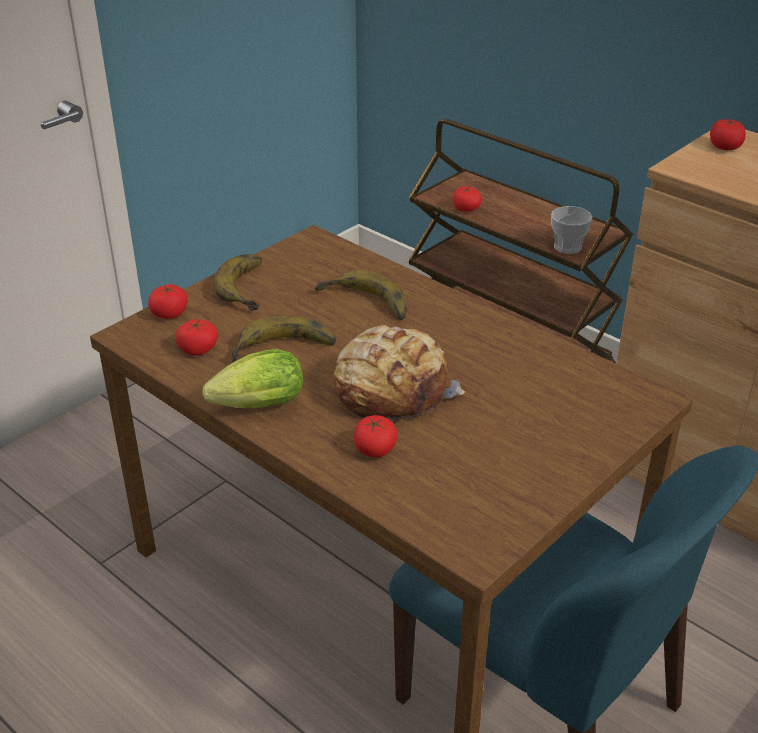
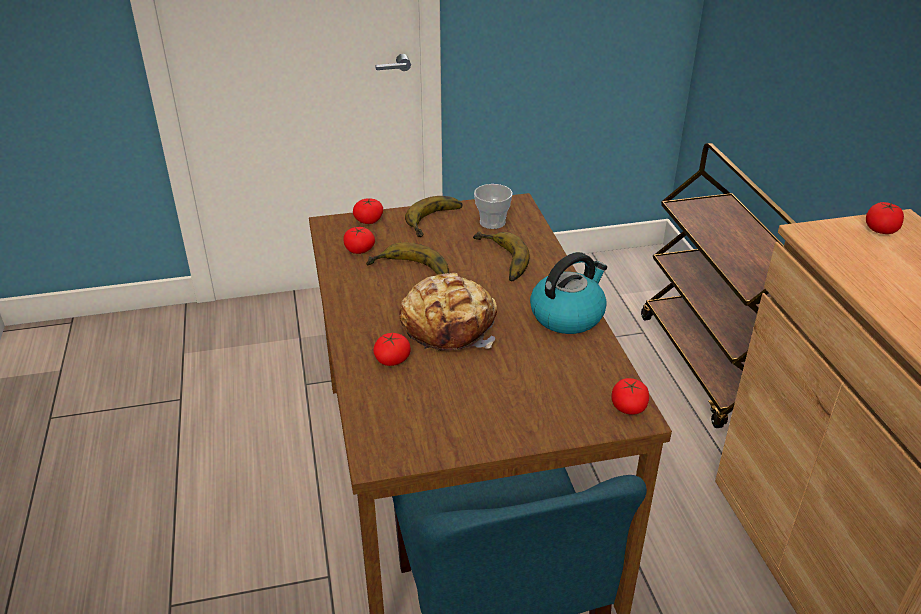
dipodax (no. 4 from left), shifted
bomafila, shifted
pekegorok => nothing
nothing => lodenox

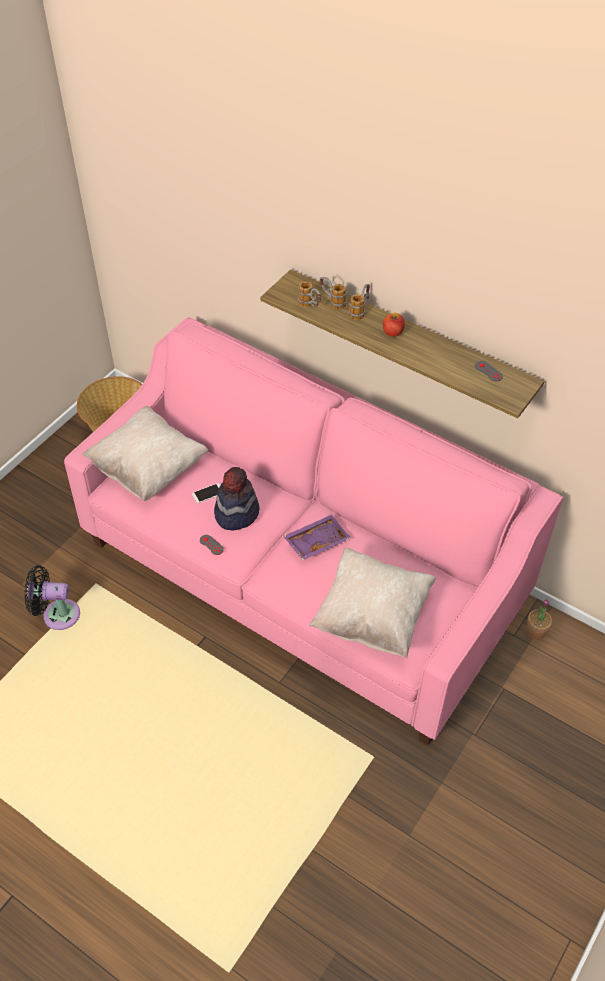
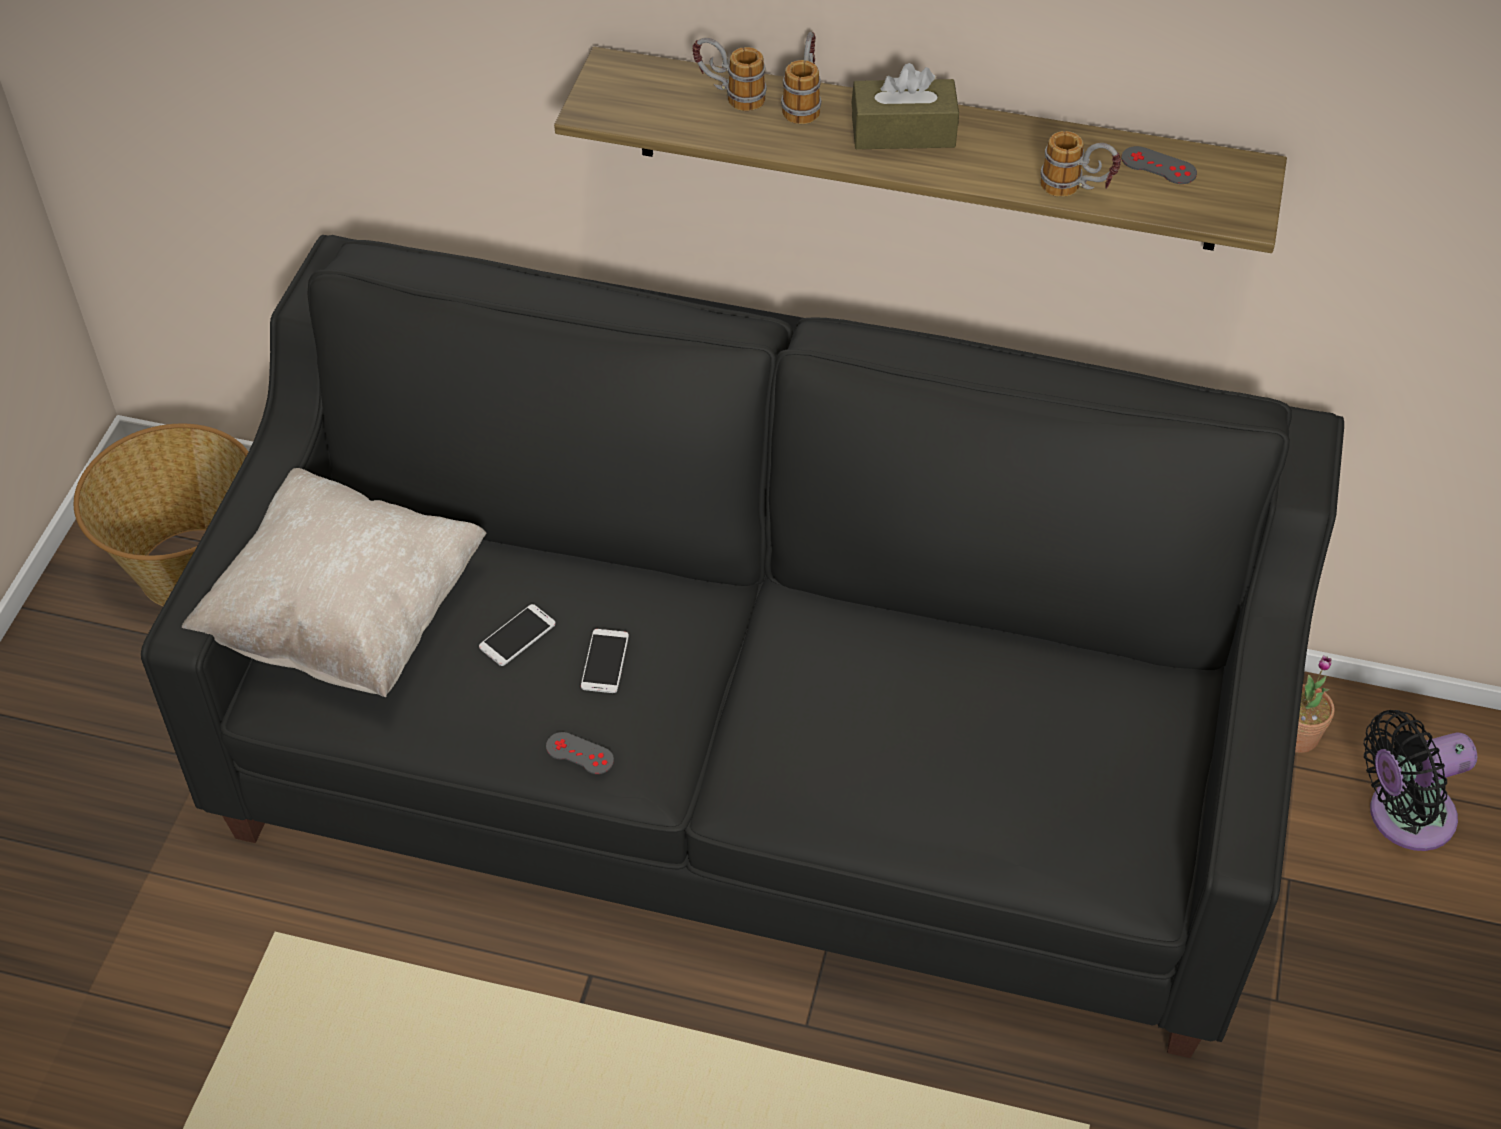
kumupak (no. 1 from left in the first image) => kumupak (no. 3 from left), shifted
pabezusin => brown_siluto
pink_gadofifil => black_gadofifil
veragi => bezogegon (no. 2 from left)
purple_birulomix => nothing
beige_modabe (no. 2 from left) => nothing
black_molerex, shifted

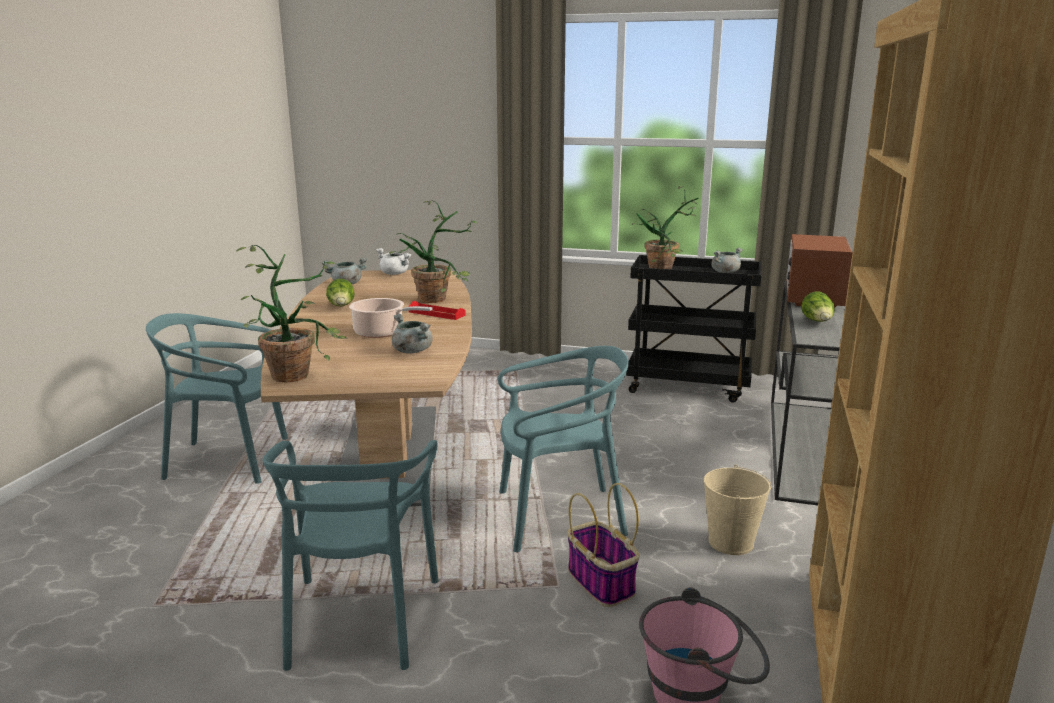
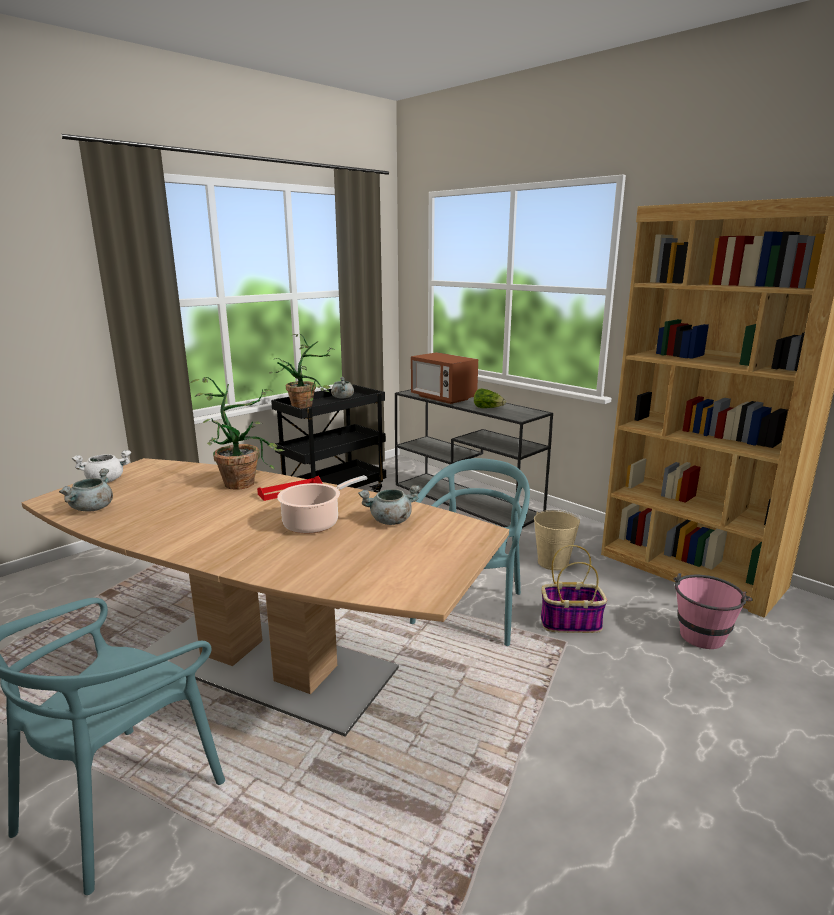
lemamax (no. 1 from left) => nothing
pekegorok (no. 1 from left) => nothing
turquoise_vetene (no. 2 from left) => nothing

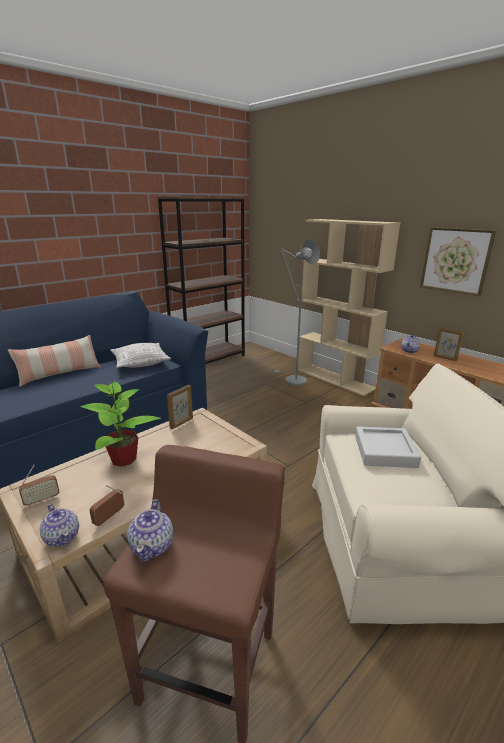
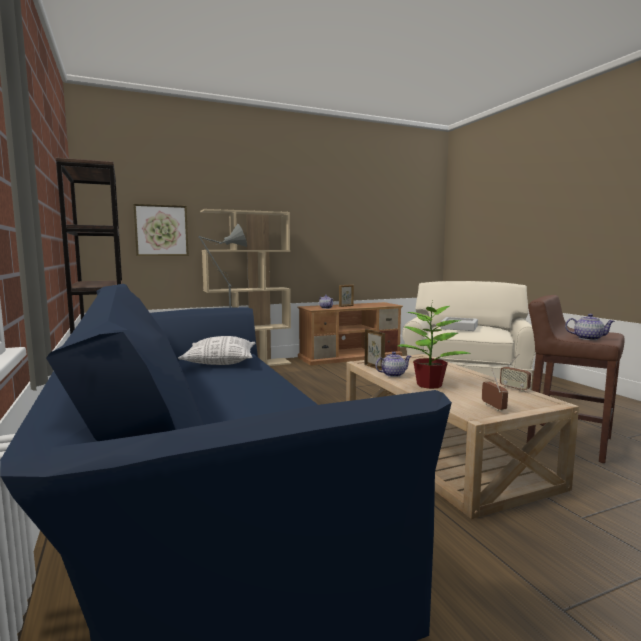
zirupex, shifted
modabe (no. 1 from left) => nothing
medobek (no. 1 from left in the first image) => medobek (no. 2 from left), shifted

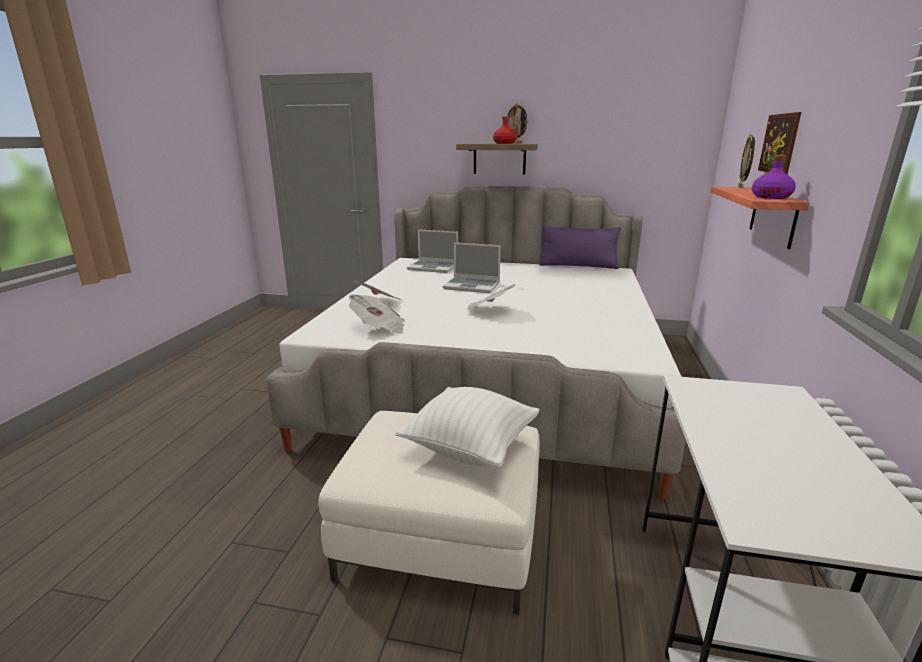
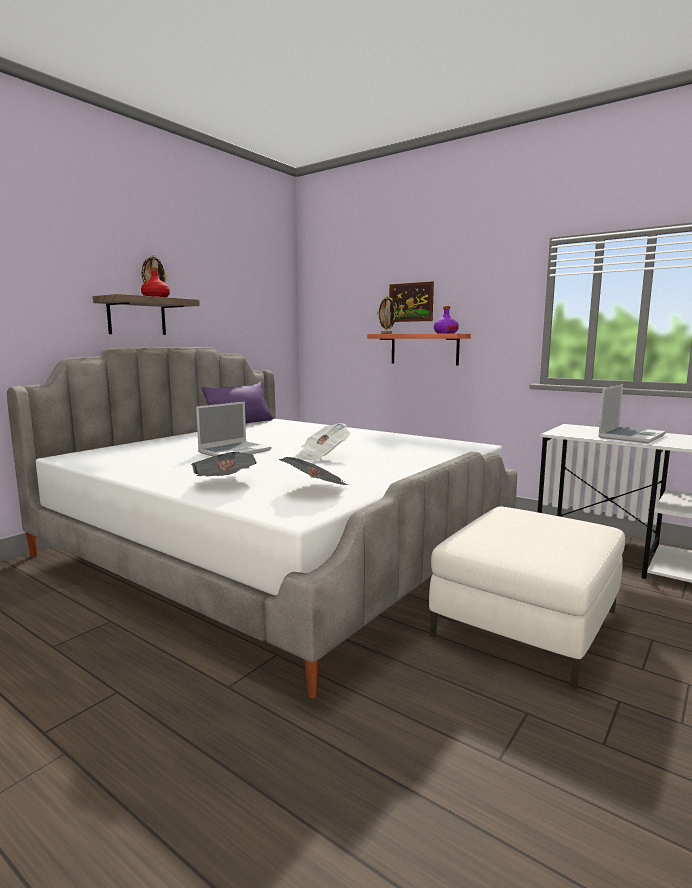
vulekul (no. 1 from left in the first image) => vulekul (no. 2 from left), shifted
white_modabe => nothing

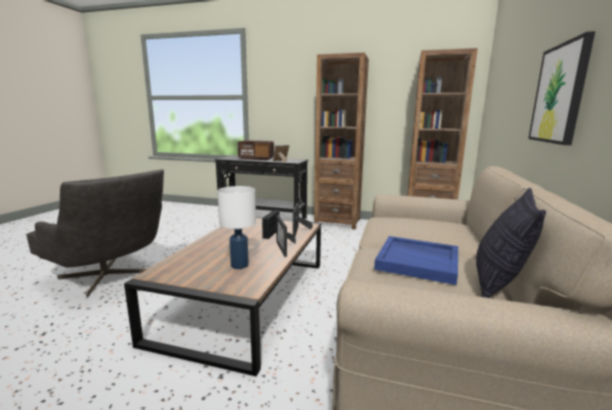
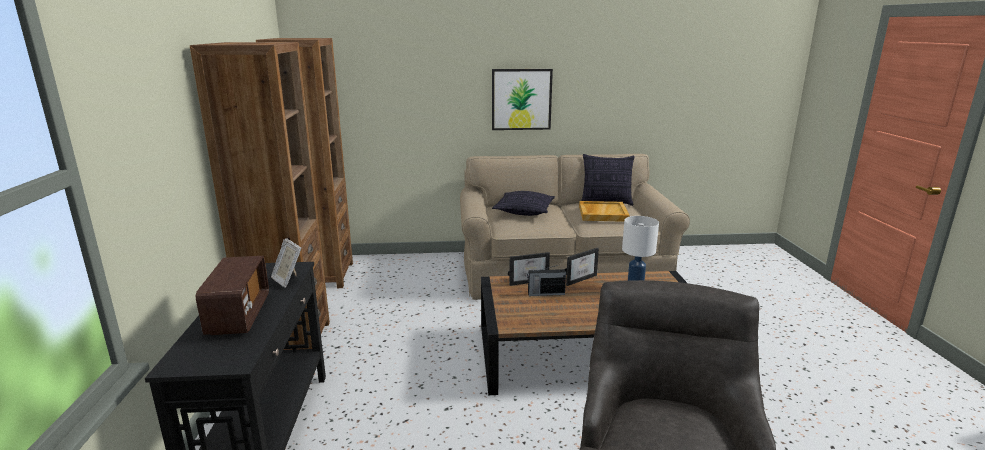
blue_birulomix => beige_birulomix
nothing => modabe (no. 1 from left)

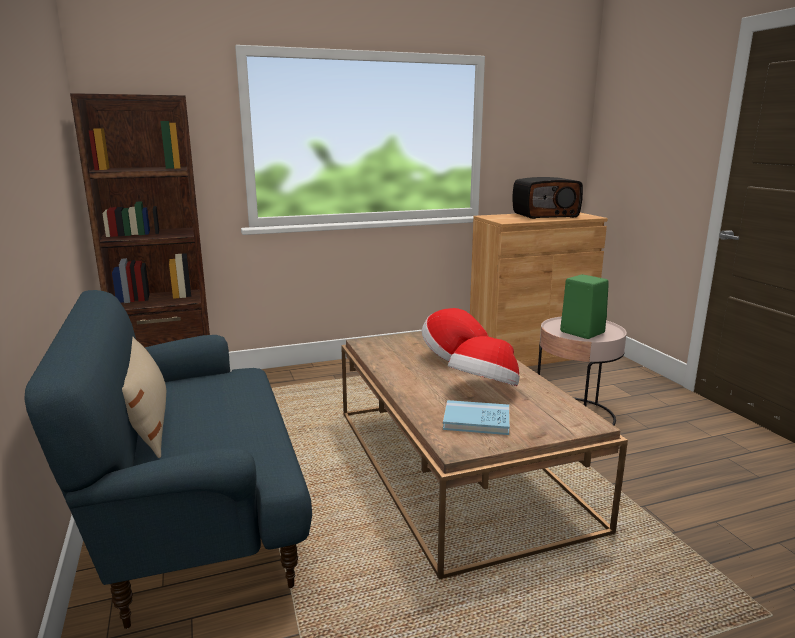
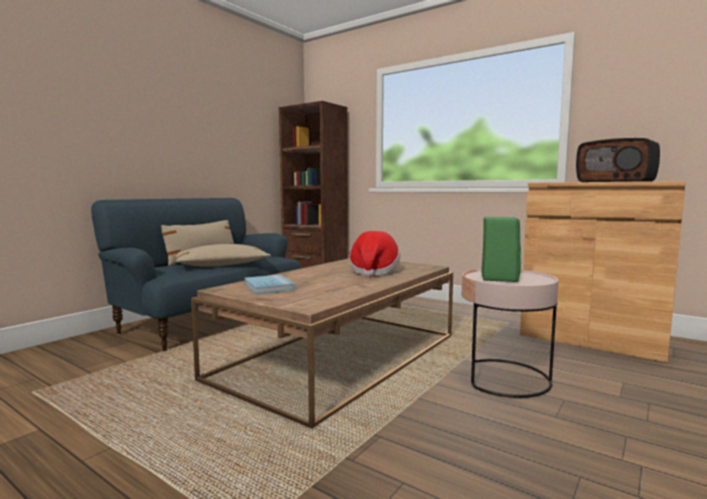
veragi (no. 2 from left) => nothing
nothing => beige_modabe (no. 2 from left)

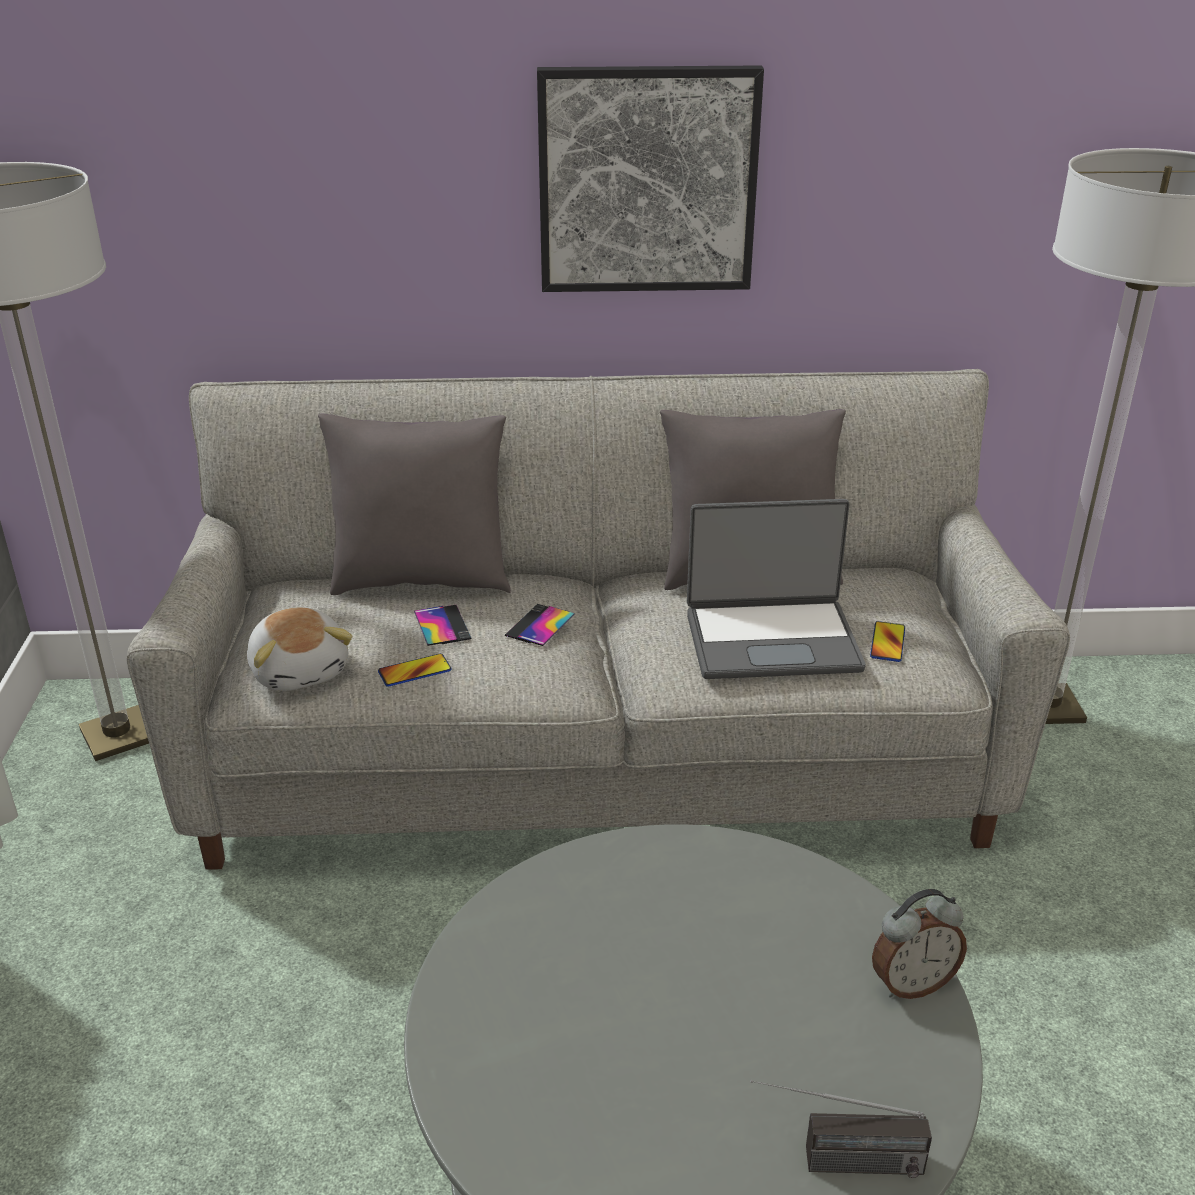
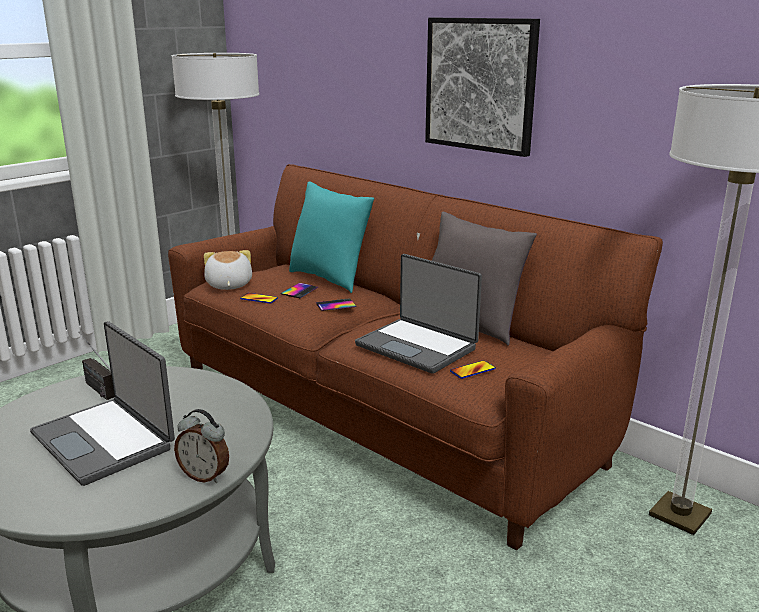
grey_gadofifil => brown_gadofifil
grey_modabe (no. 1 from left) => turquoise_modabe
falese, 150 degrees clockwise
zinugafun, shifted
nothing => vulekul (no. 1 from left)

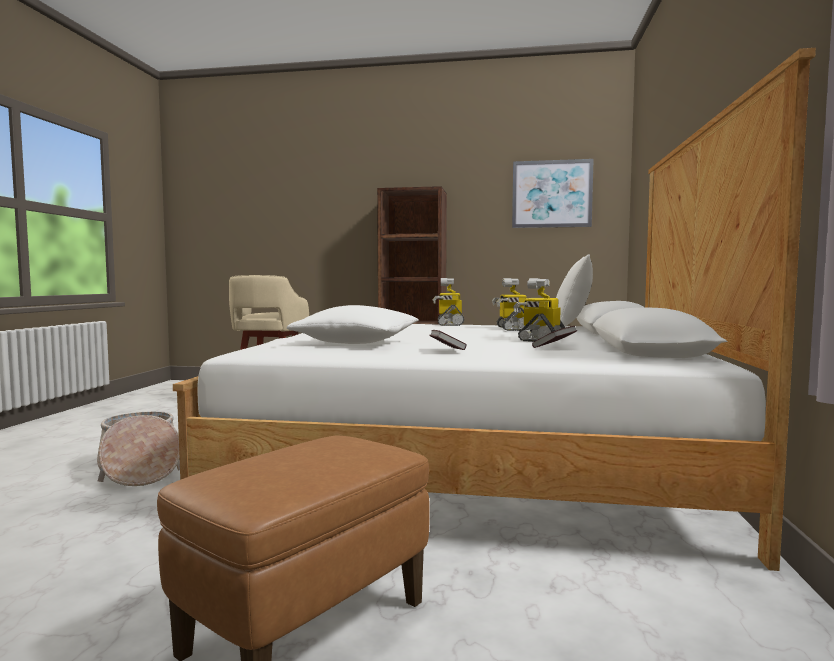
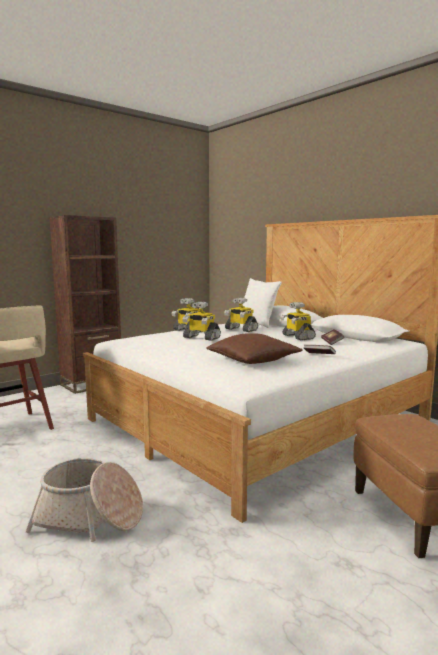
zirupex => nothing
white_modabe (no. 1 from left) => brown_modabe
nothing => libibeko (no. 2 from left)

